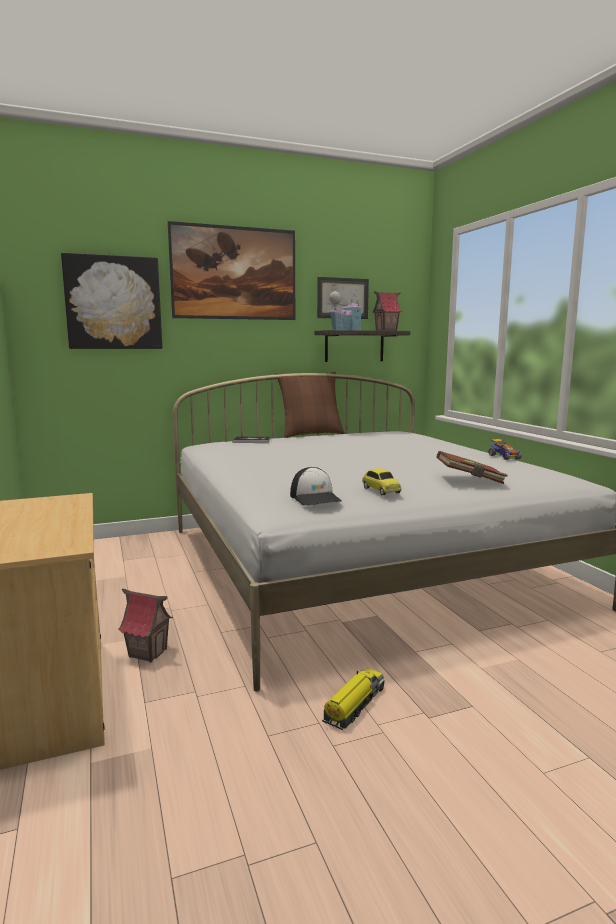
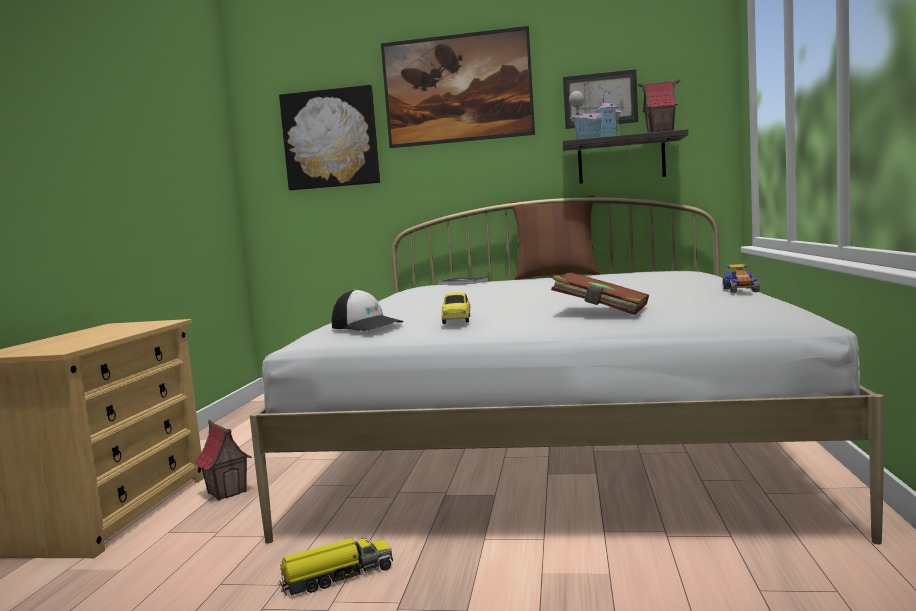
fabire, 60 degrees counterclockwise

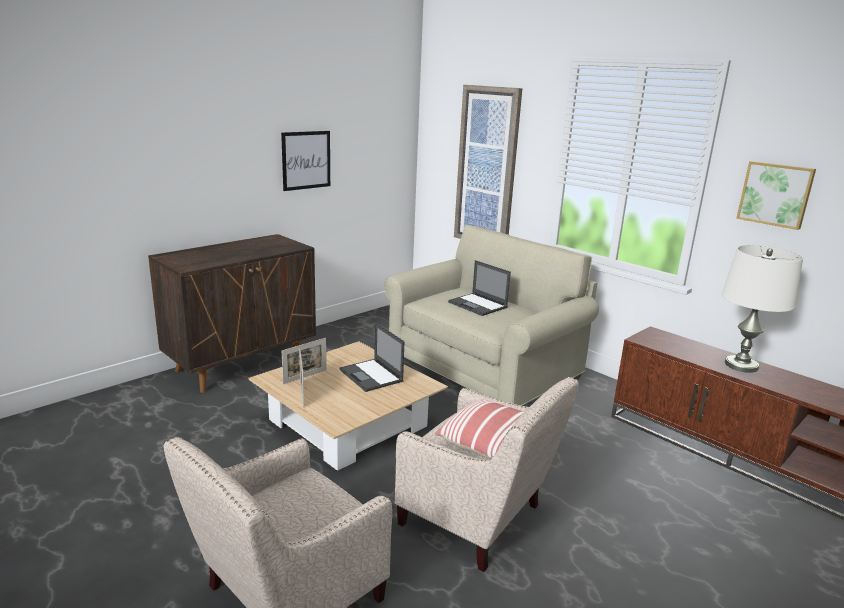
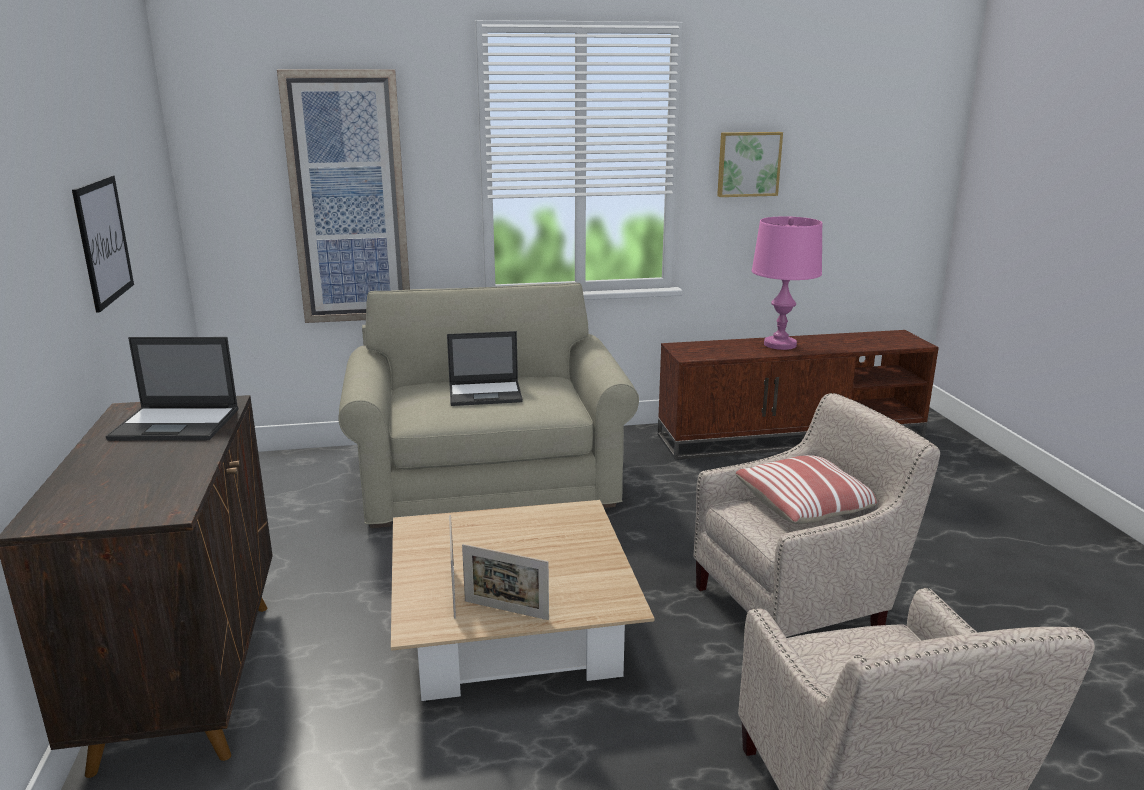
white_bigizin => pink_bigizin
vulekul (no. 1 from left), shifted

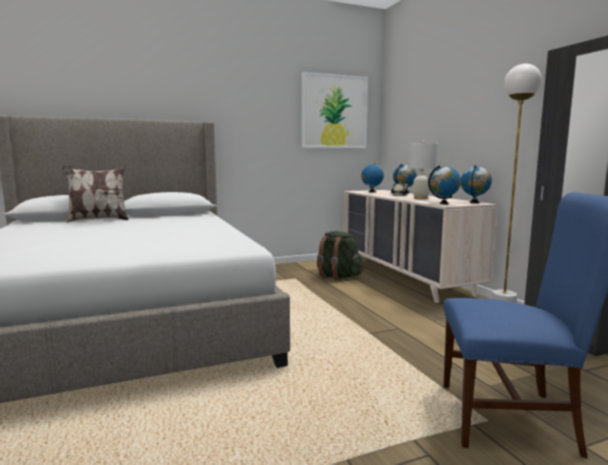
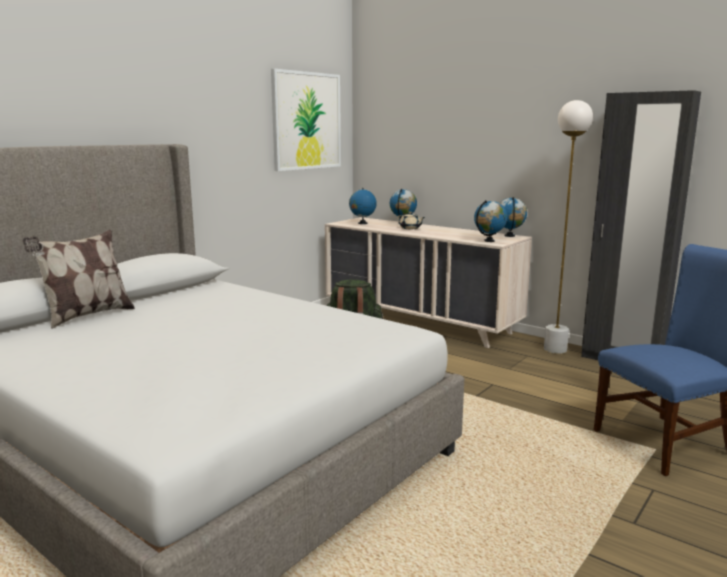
white_bigizin => nothing

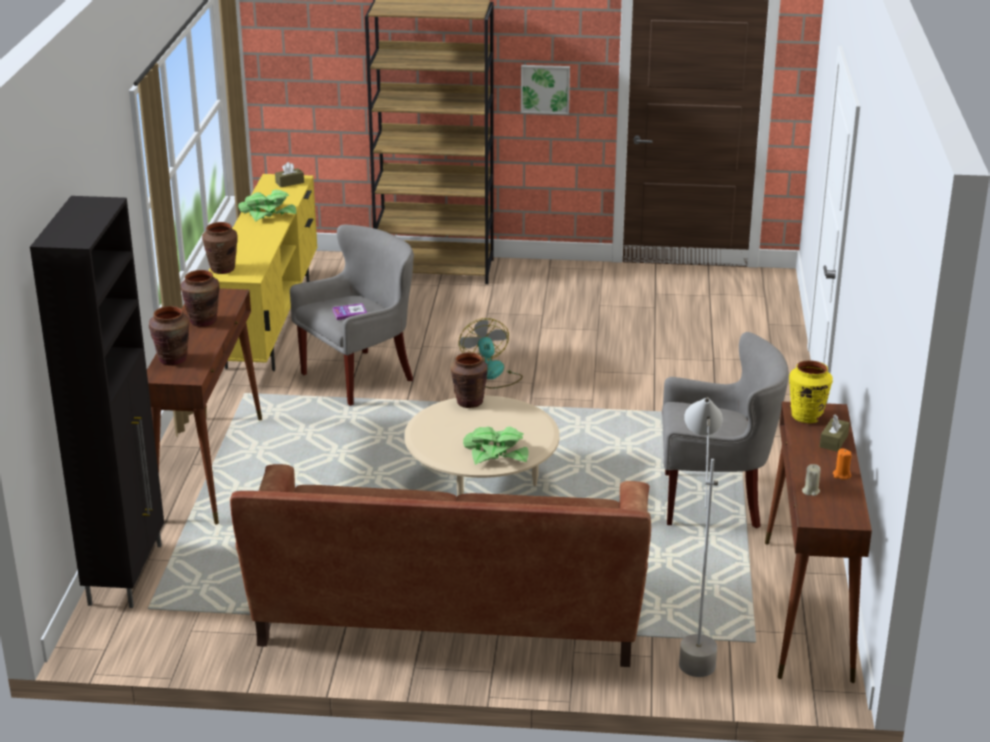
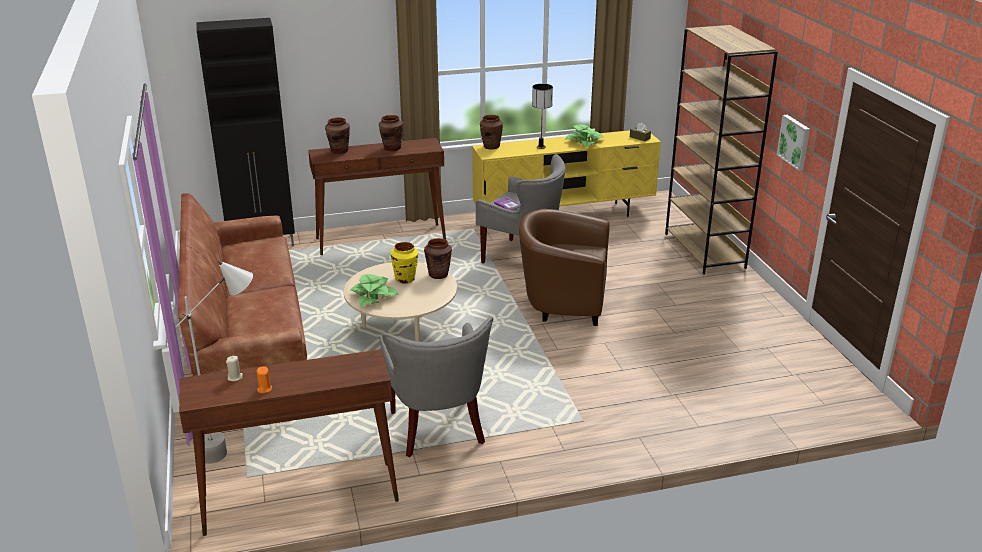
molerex => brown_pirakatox
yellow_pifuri, shifted
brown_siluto (no. 2 from left) => nothing
nothing => bigizin

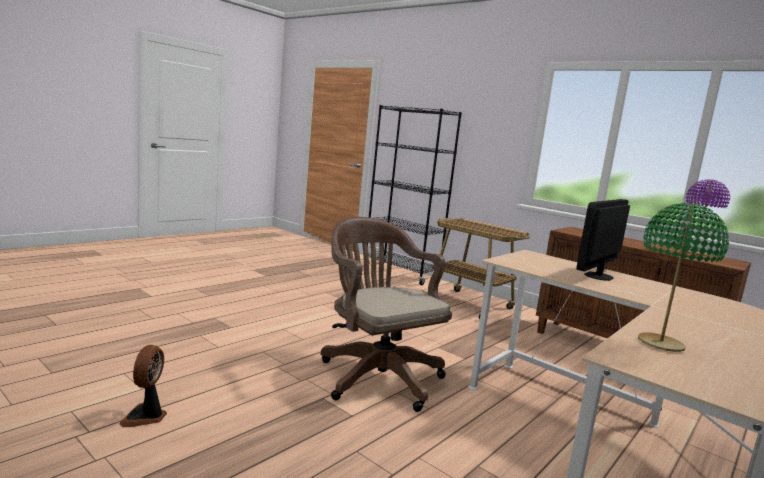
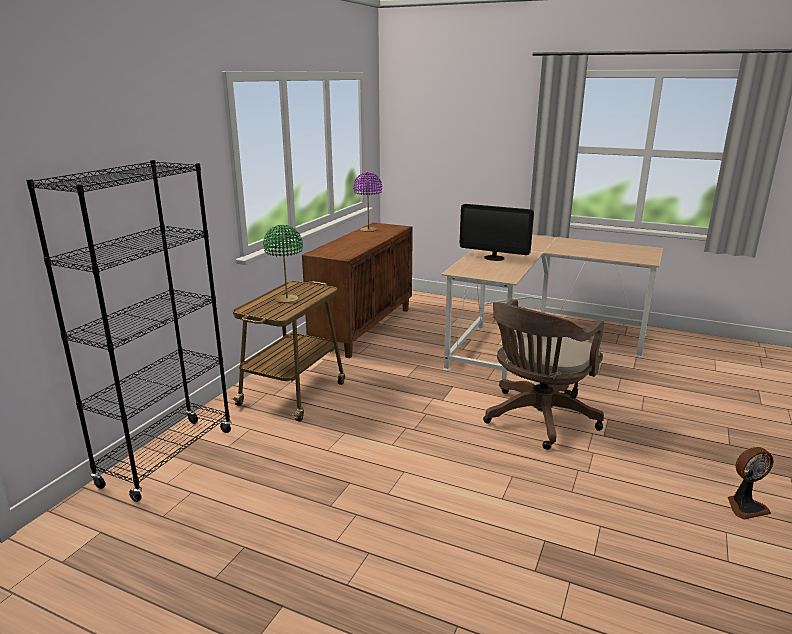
green_bigizin, shifted

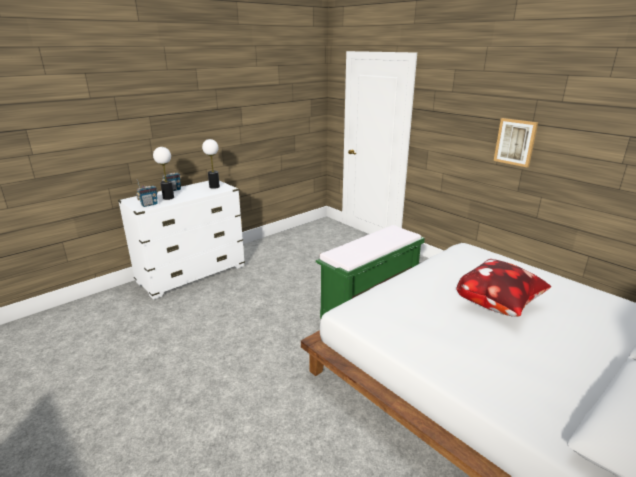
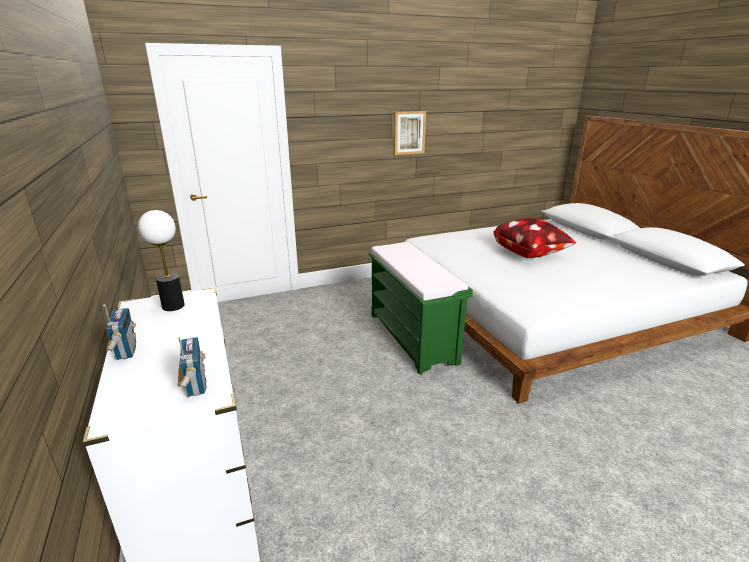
bigizin (no. 1 from left) => nothing

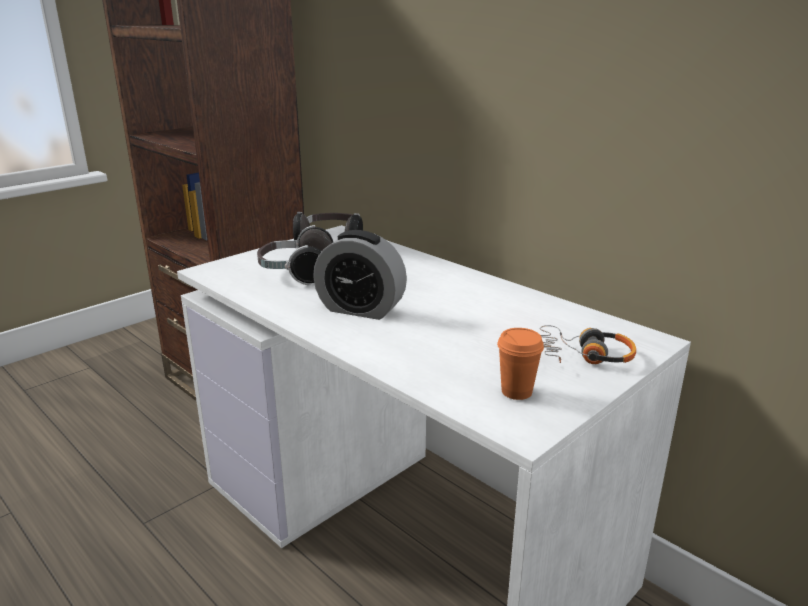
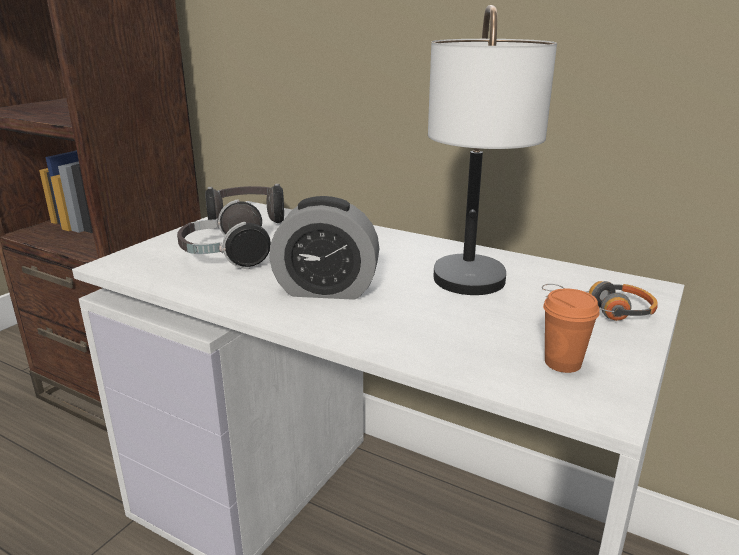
nothing => bigizin

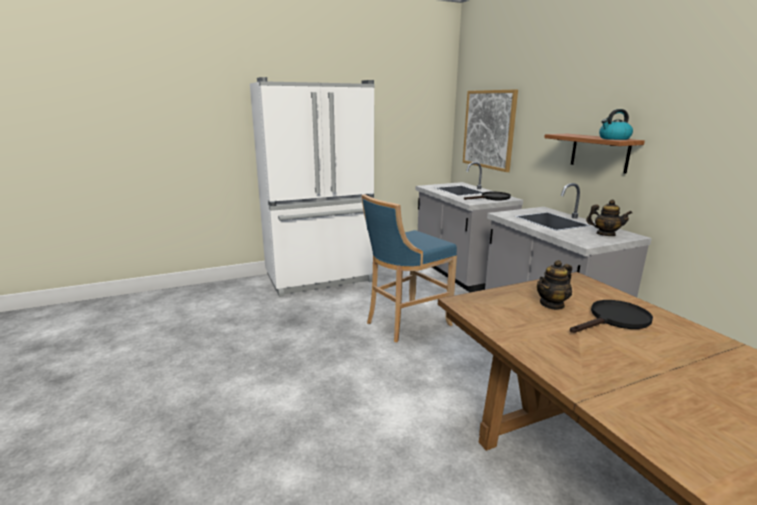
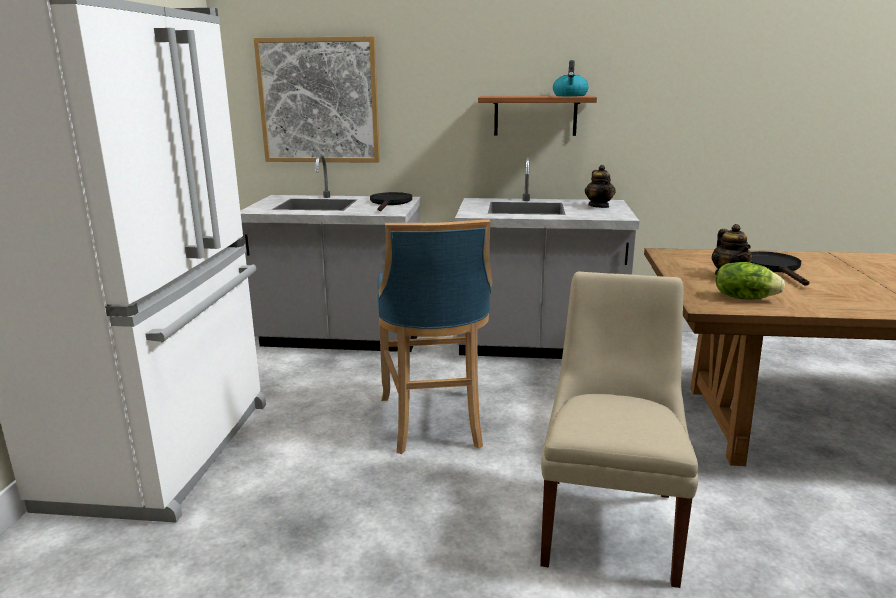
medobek (no. 2 from left in the first image) => medobek (no. 1 from left), 120 degrees clockwise
nothing => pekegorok
nothing => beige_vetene

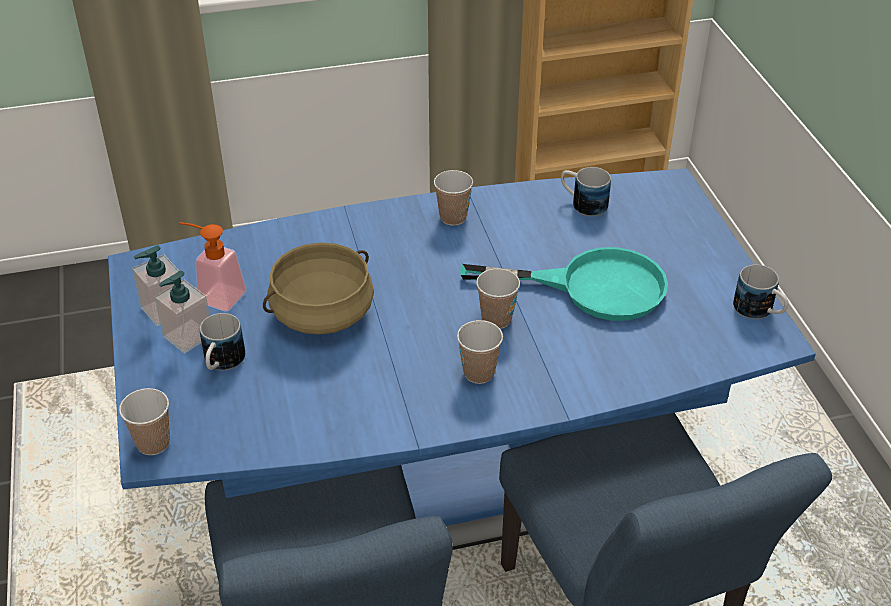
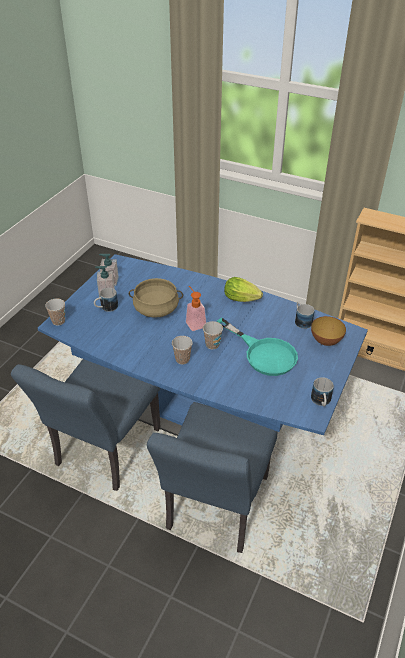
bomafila (no. 2 from left) => pekegorok
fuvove (no. 3 from left), shifted
nothing => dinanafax

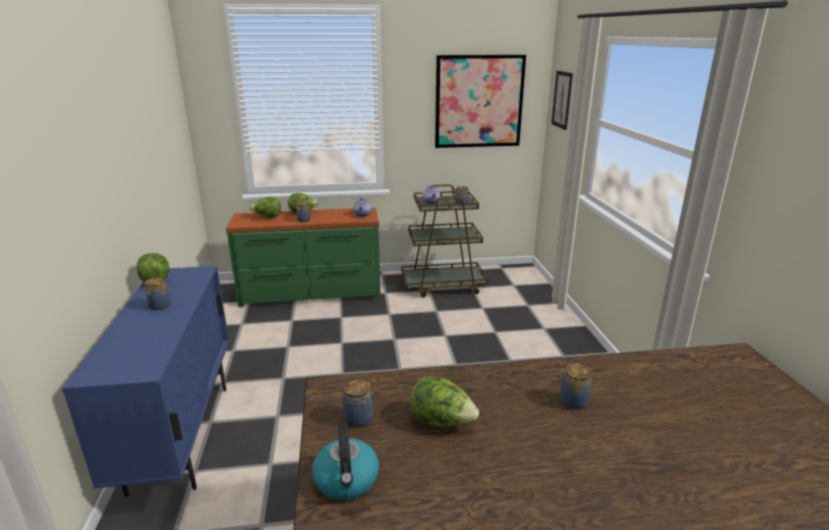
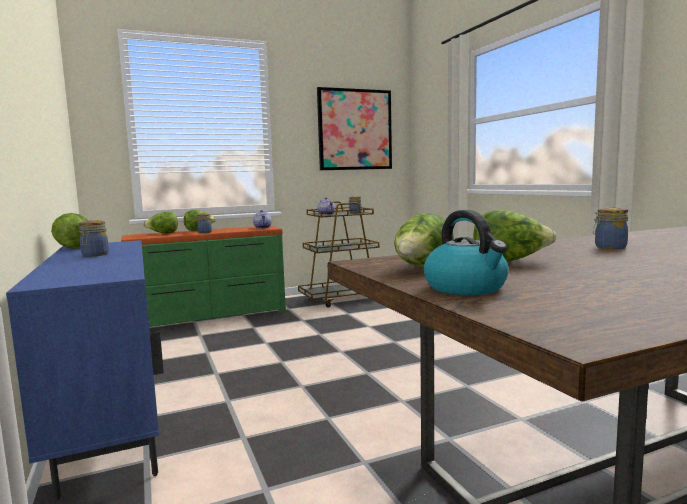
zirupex (no. 2 from left) => nothing
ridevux (no. 3 from left) => pekegorok (no. 4 from left)

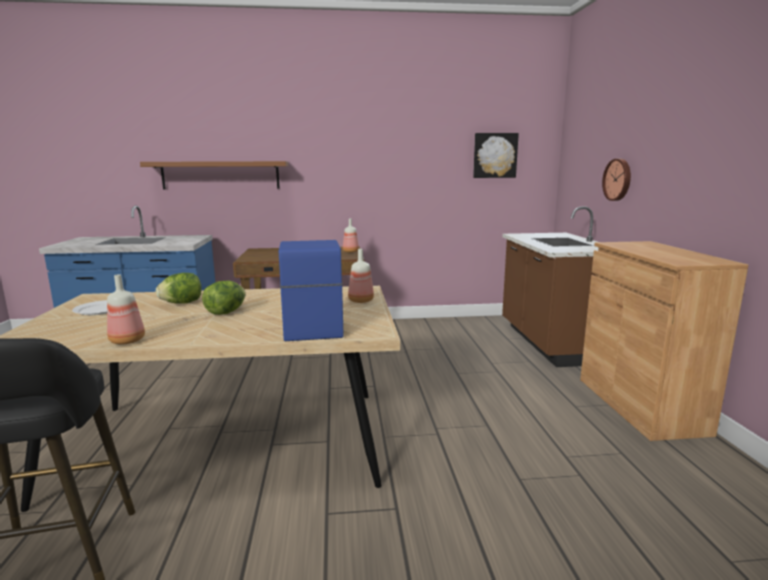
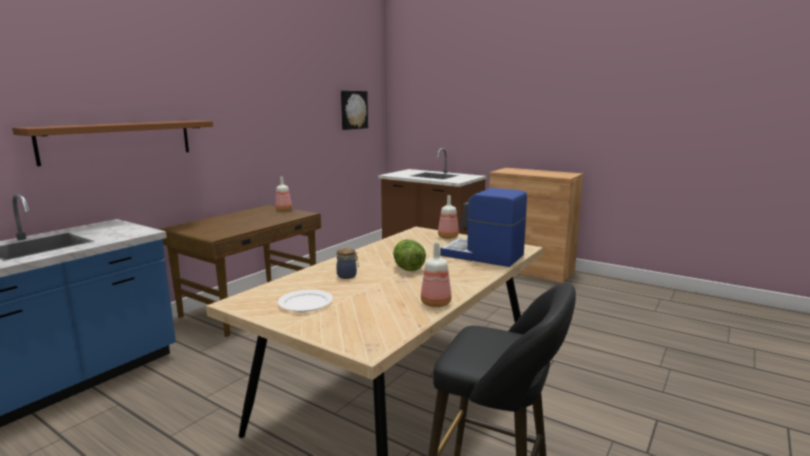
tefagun => nothing
pekegorok (no. 1 from left) => ridevux

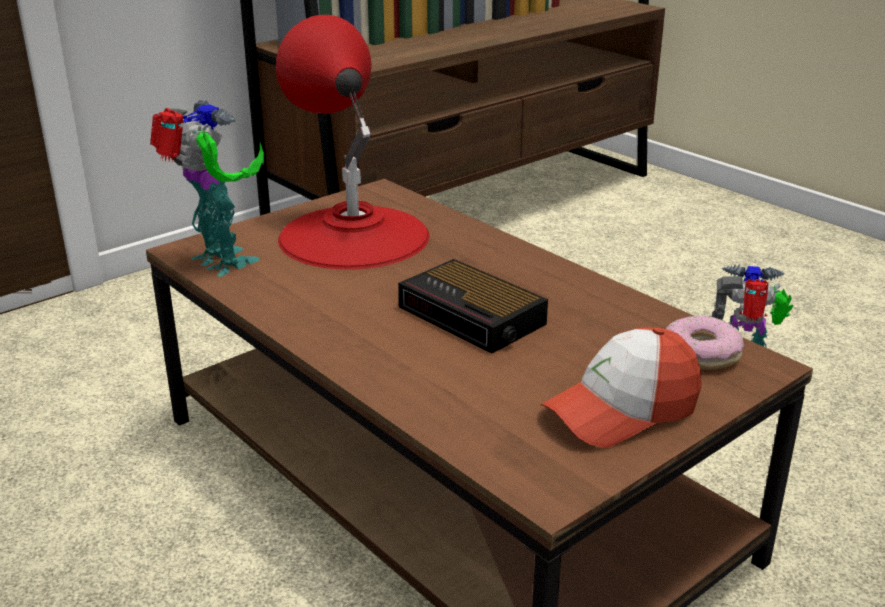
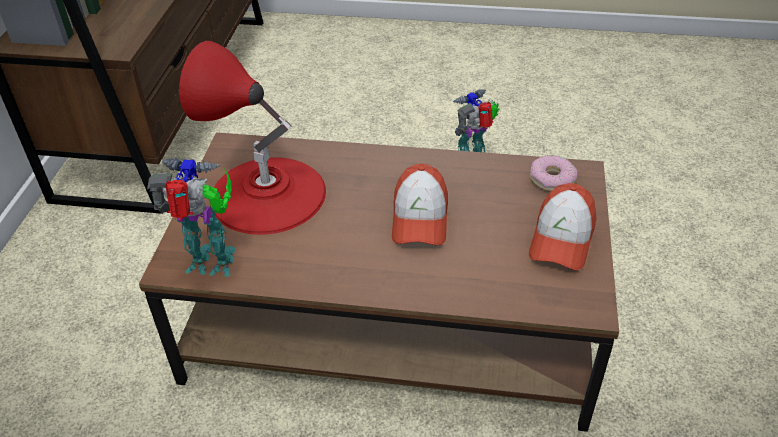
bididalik => fabire (no. 1 from left)

